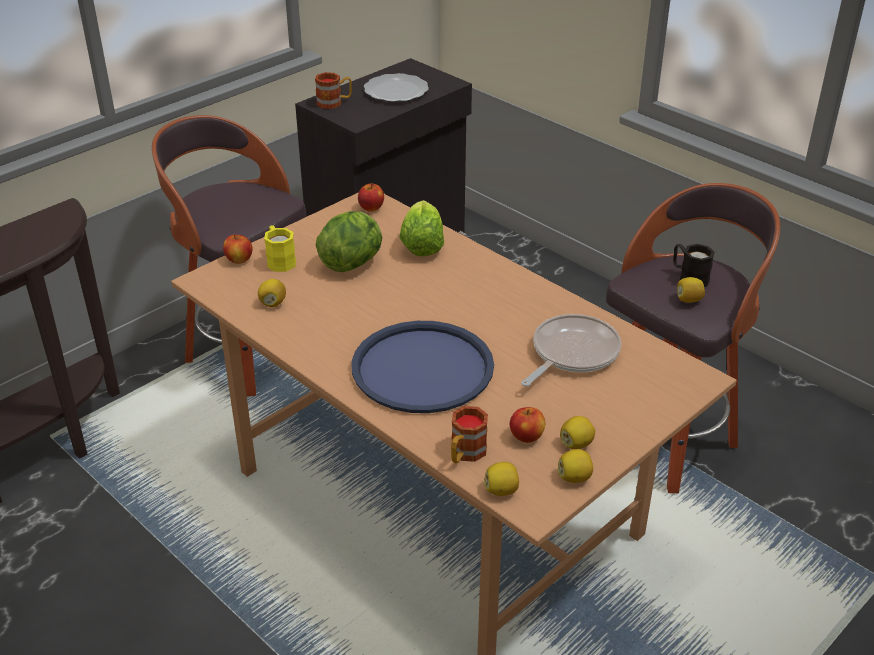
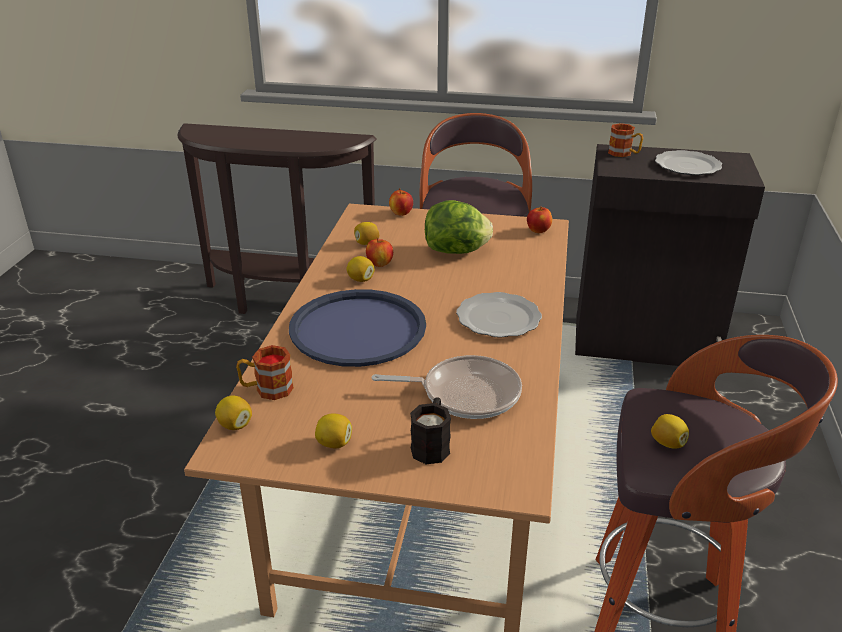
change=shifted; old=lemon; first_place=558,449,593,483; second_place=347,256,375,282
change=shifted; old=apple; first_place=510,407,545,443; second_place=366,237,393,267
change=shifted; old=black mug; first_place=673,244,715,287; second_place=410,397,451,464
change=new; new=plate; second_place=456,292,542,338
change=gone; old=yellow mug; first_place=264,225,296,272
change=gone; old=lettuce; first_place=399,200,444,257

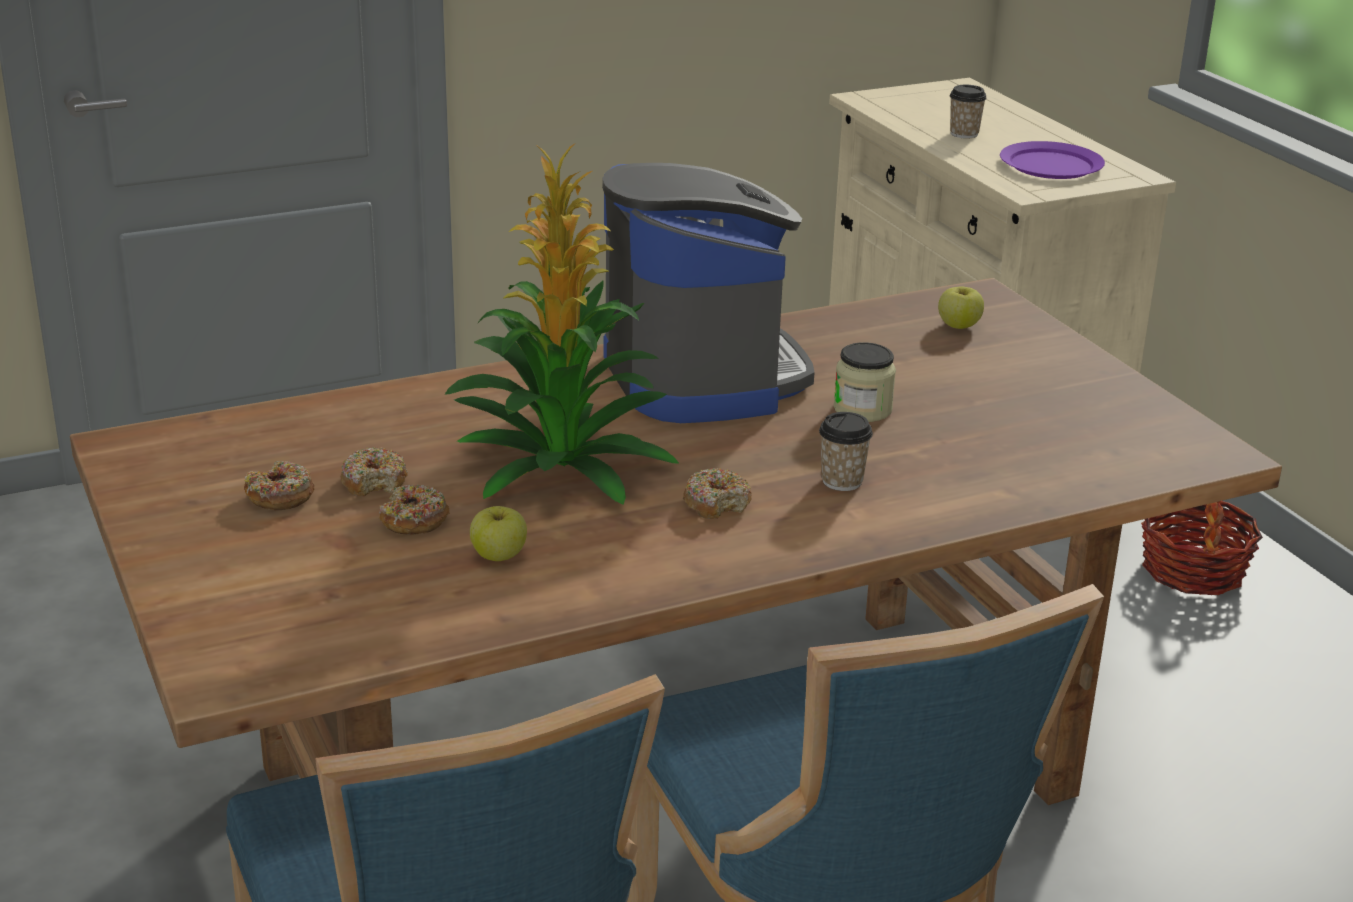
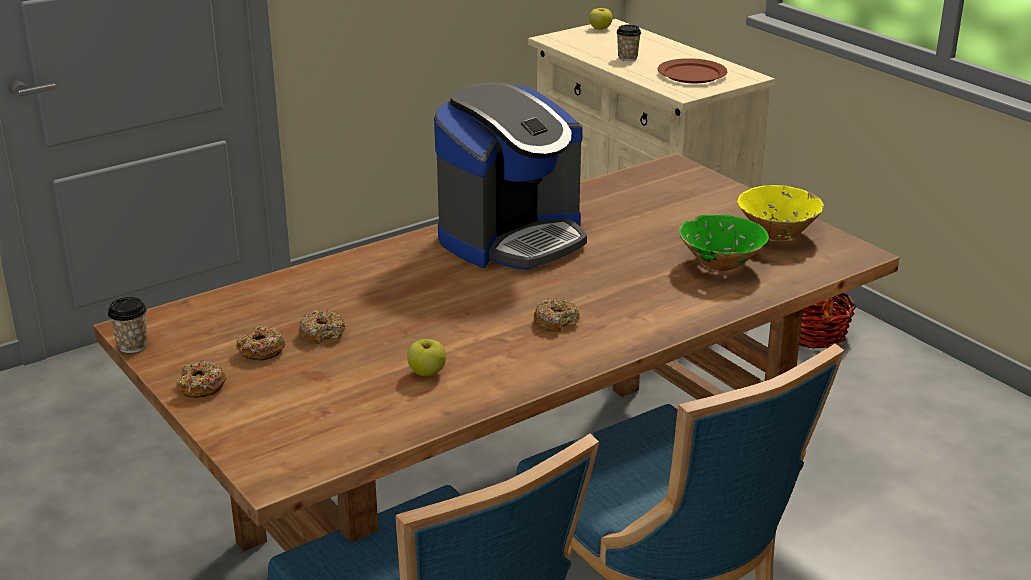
change=shifted; old=cup; first_place=819,412,873,491; second_place=108,297,147,353
change=shifted; old=donut; first_place=379,485,450,535; second_place=176,361,227,398
change=rotated; old=coffee machine; first_place=602,163,815,423; second_place=434,82,587,270; degrees=75
change=shifted; old=apple; first_place=938,286,984,329; second_place=589,8,613,30
change=repainted; old=purple plate; new=brown plate; first_place=1000,141,1105,179; second_place=658,58,727,83
change=new; new=green bowl; second_place=679,214,769,271
change=new; new=yellow bowl; second_place=738,185,824,241
change=gone; old=potted plant; first_place=445,144,680,505
change=gone; old=jar; first_place=834,342,896,422

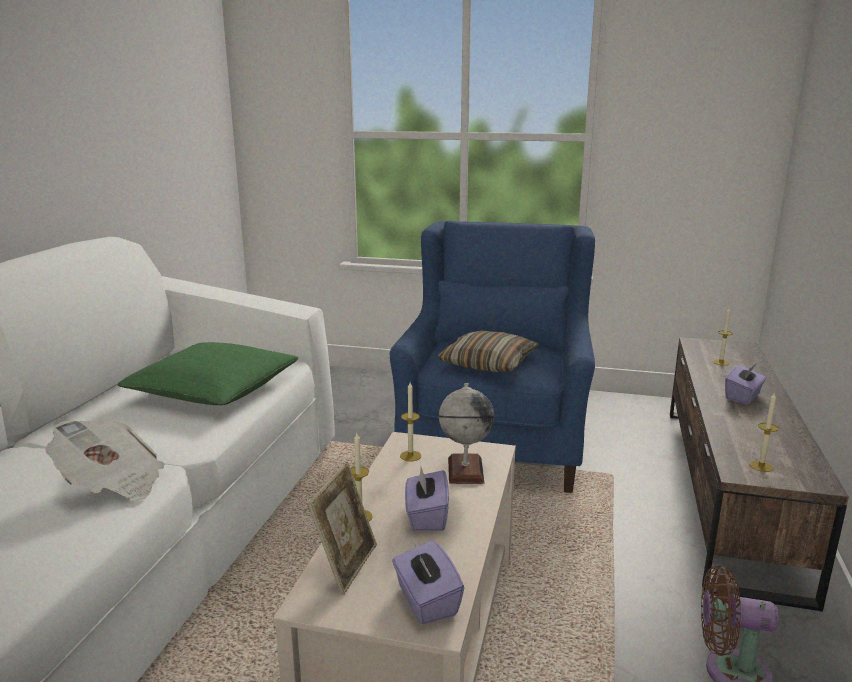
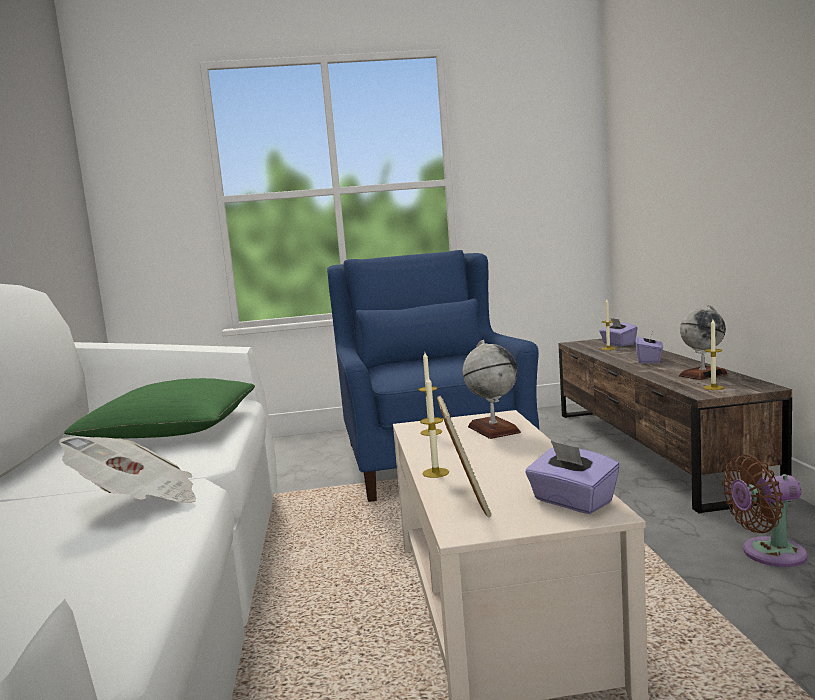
change=shifted; old=purple tissue box; first_place=405,467,449,531; second_place=599,318,638,346
change=new; new=globe; second_place=679,305,728,380
change=gone; old=pillow; first_place=438,331,539,372

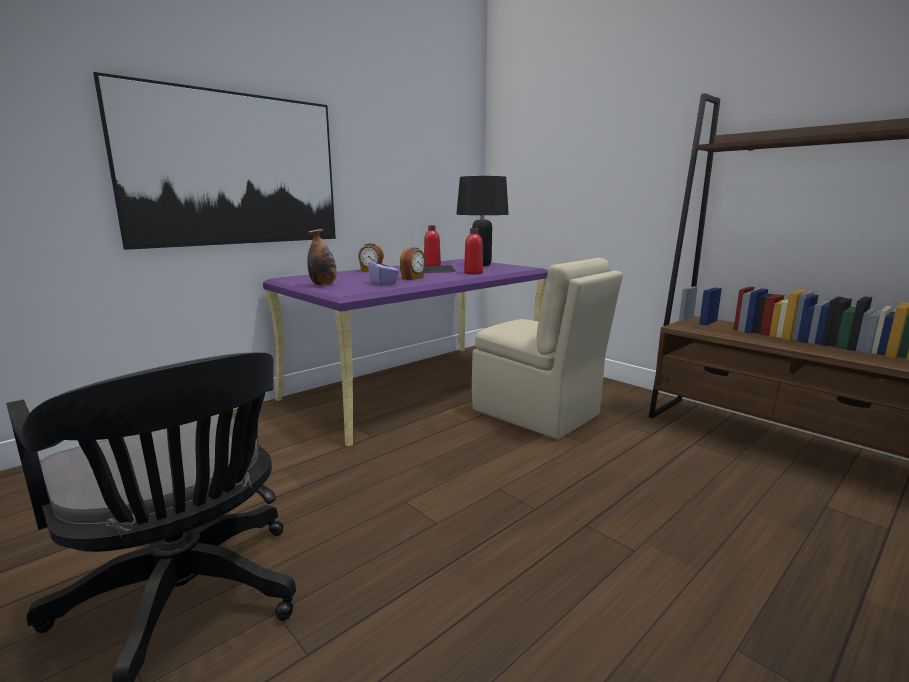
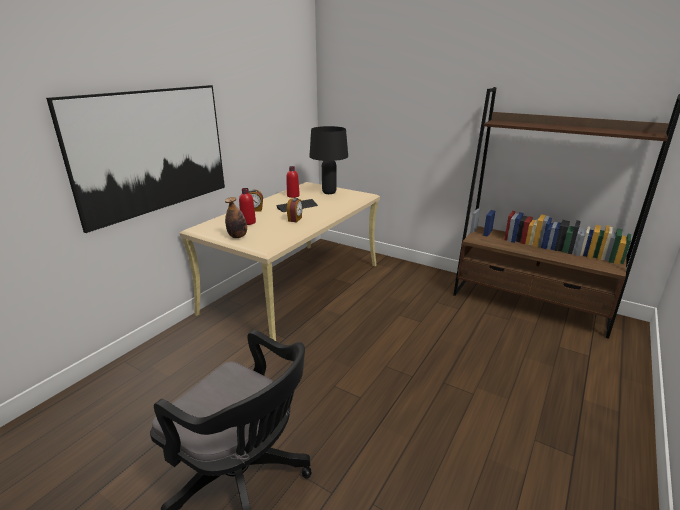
change=repainted; old=purple desk; new=beige desk; first_place=263,259,548,447; second_place=180,182,380,341
change=shifted; old=red bottle; first_place=464,228,483,274; second_place=239,188,256,225
change=gone; old=purple tissue box; first_place=368,256,399,285
change=gone; old=beige chair; first_place=472,258,623,439

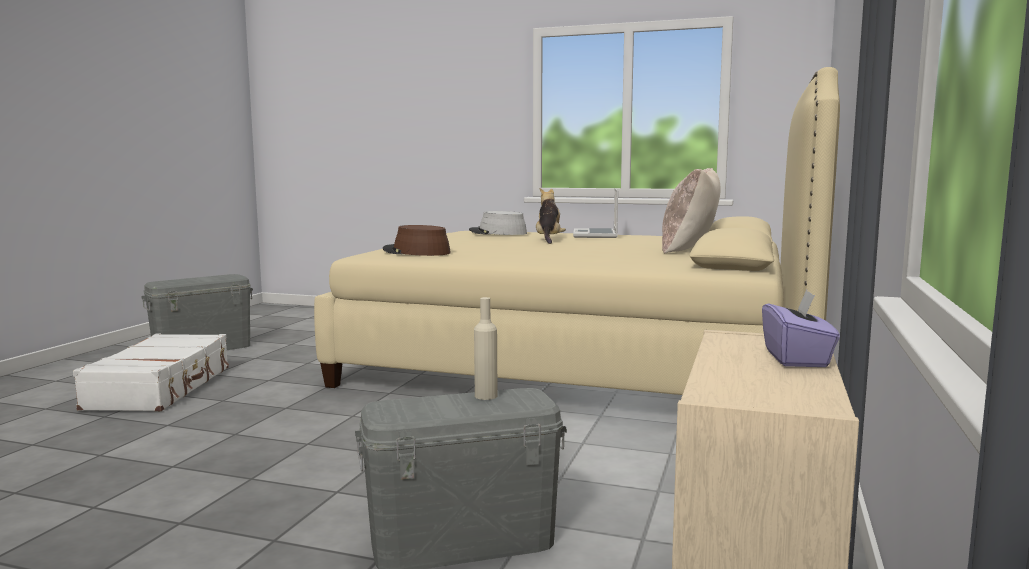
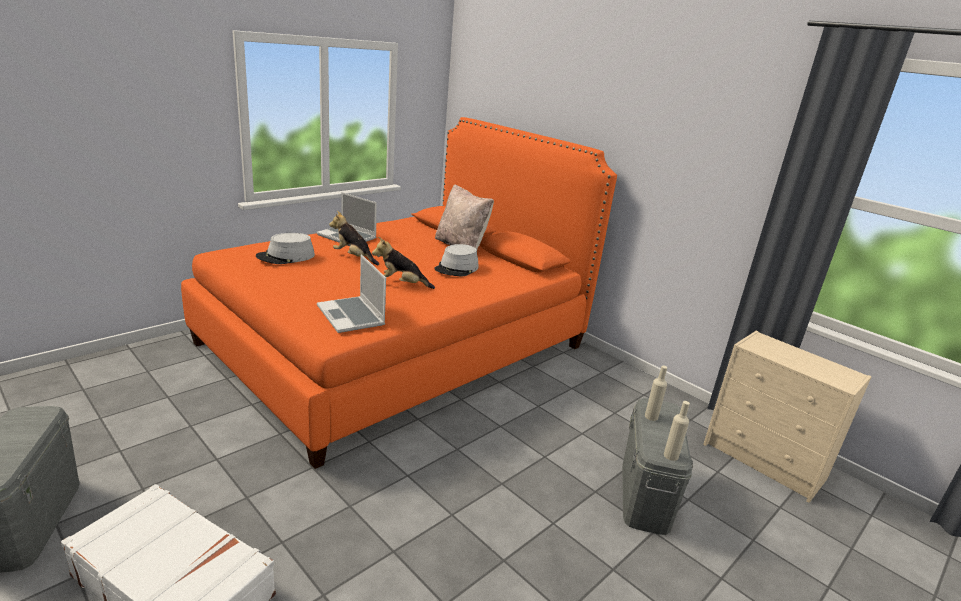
change=repainted; old=beige bed; new=orange bed; first_place=314,67,840,395; second_place=181,117,617,469
change=swapped; old=brown hat; new=laptop; first_place=383,225,451,256; second_place=317,255,386,333
change=new; new=plush toy; second_place=372,237,435,289
change=new; new=grey hat; second_place=434,244,479,276
change=new; new=beige bottle; second_place=664,401,690,461
change=gone; old=purple tissue box; first_place=762,290,840,367

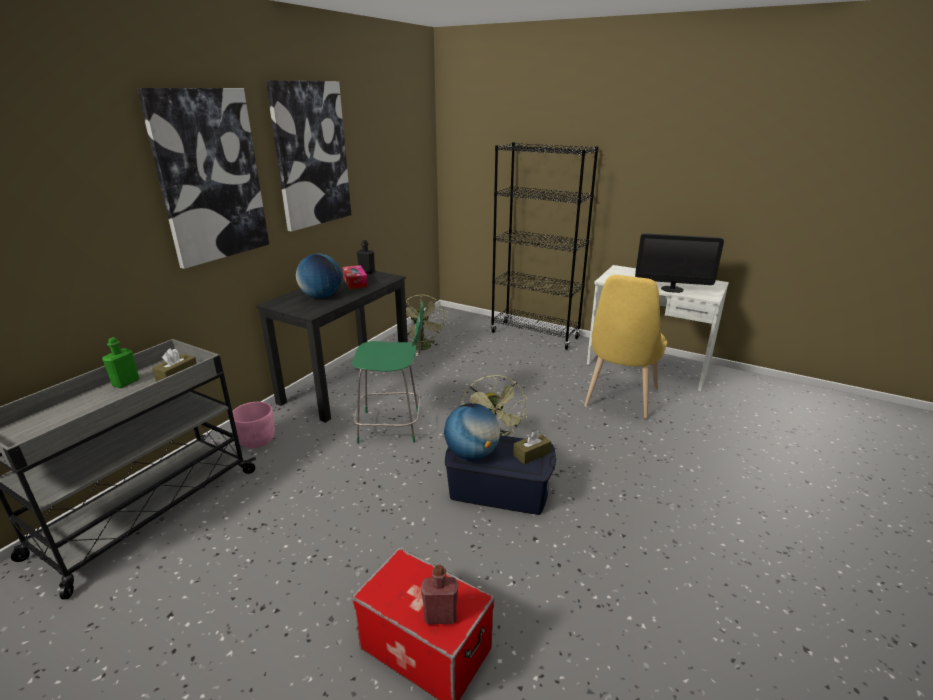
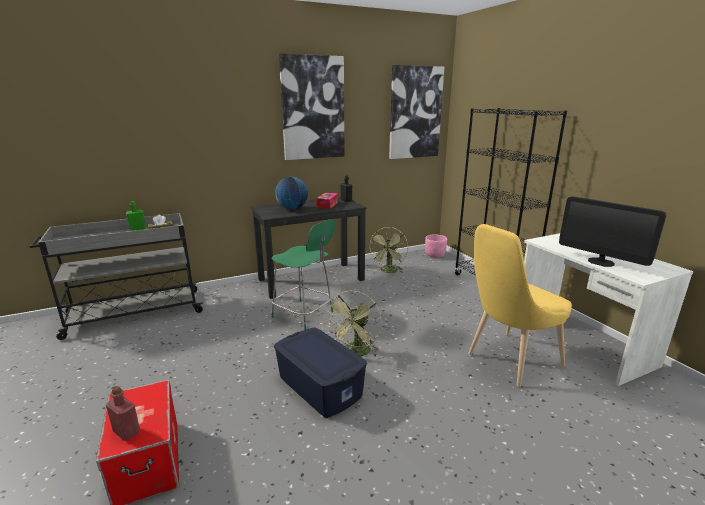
change=shifted; old=picture; first_place=137,88,269,269; second_place=389,65,444,159
change=shifted; old=pink planter; first_place=232,402,275,448; second_place=425,234,447,258
change=gone; old=globe; first_place=444,403,500,460
change=gone; old=brown tissue box; first_place=513,431,551,464

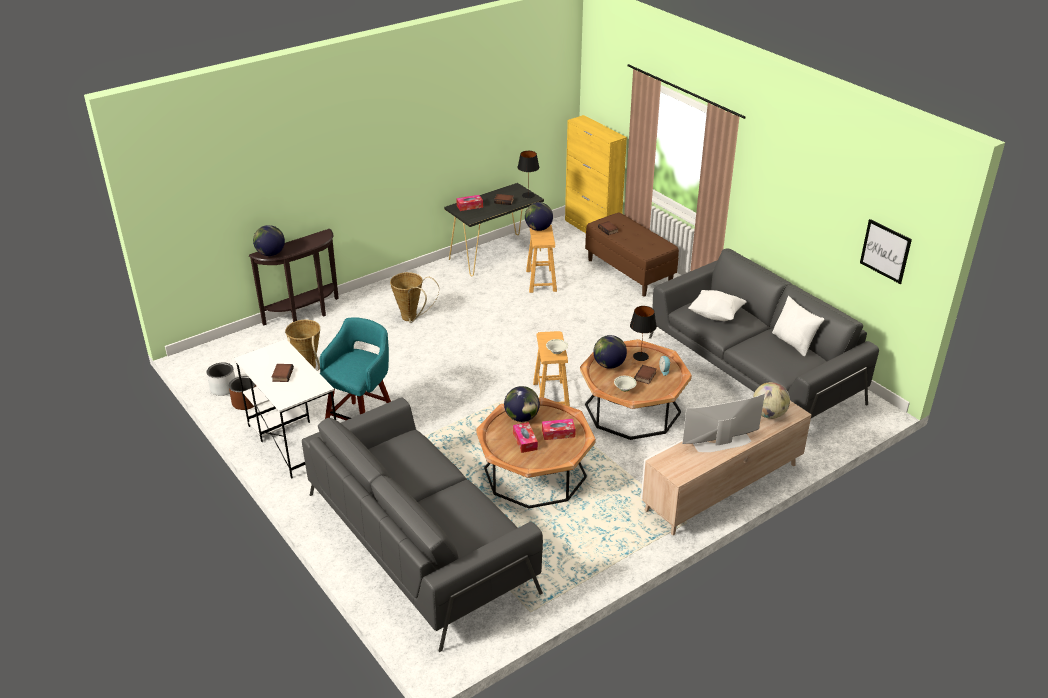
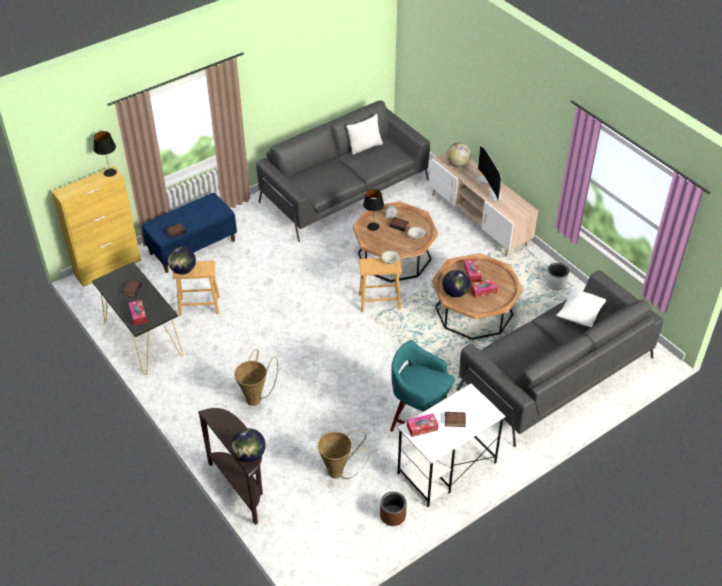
change=shifted; old=black table lamp; first_place=518,151,539,198; second_place=93,131,117,177
change=repainted; old=brown bench; new=blue bench; first_place=585,212,679,297; second_place=142,193,237,273
change=new; new=tissue box; second_place=407,413,438,437
change=shifted; old=grey planter; first_place=207,363,235,396; second_place=545,263,569,290
change=shifted; old=white pillow; first_place=689,290,747,321; second_place=556,288,606,327
change=gone; old=globe; first_place=593,335,627,369
change=gone; old=picture; first_place=860,219,912,284

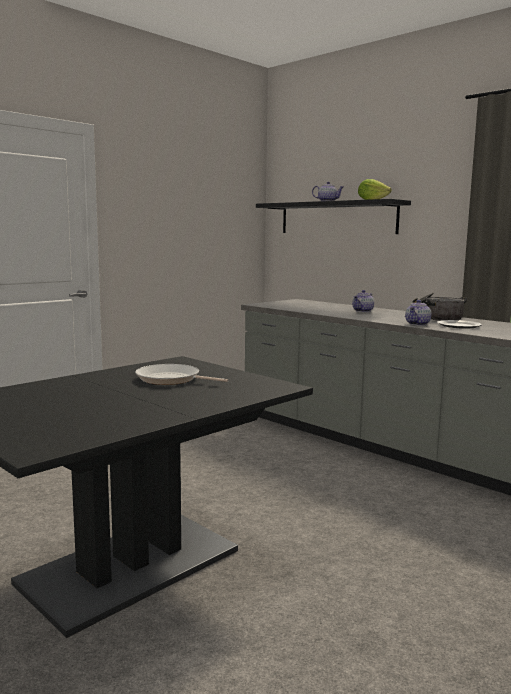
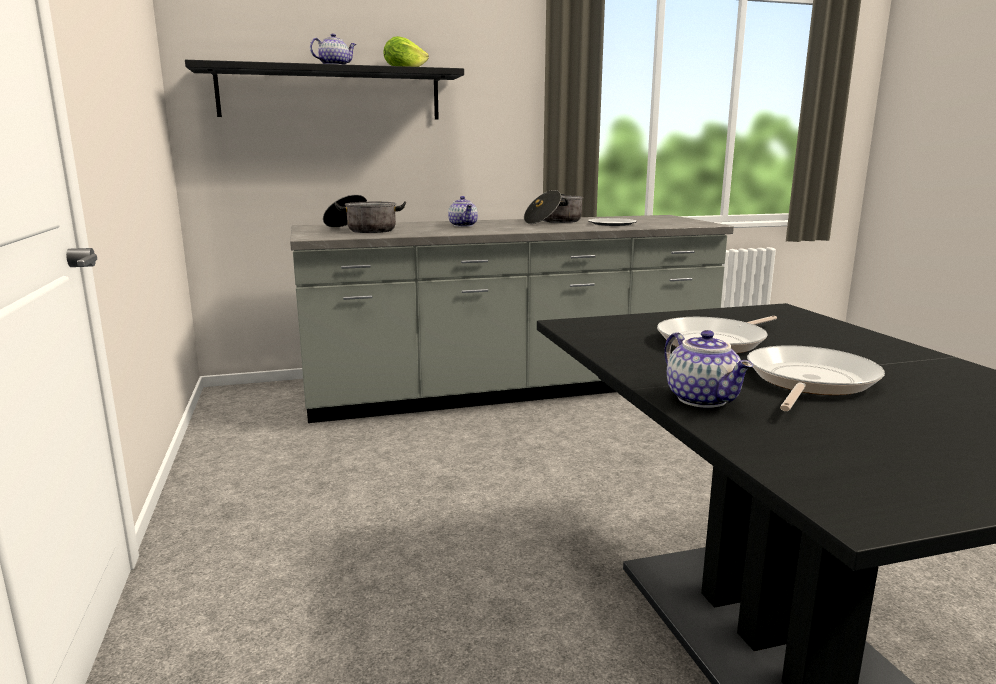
change=new; new=cooking pot; second_place=323,195,406,233
change=shifted; old=teapot; first_place=405,300,431,326; second_place=664,330,753,408
change=new; new=frying pan; second_place=747,345,885,411

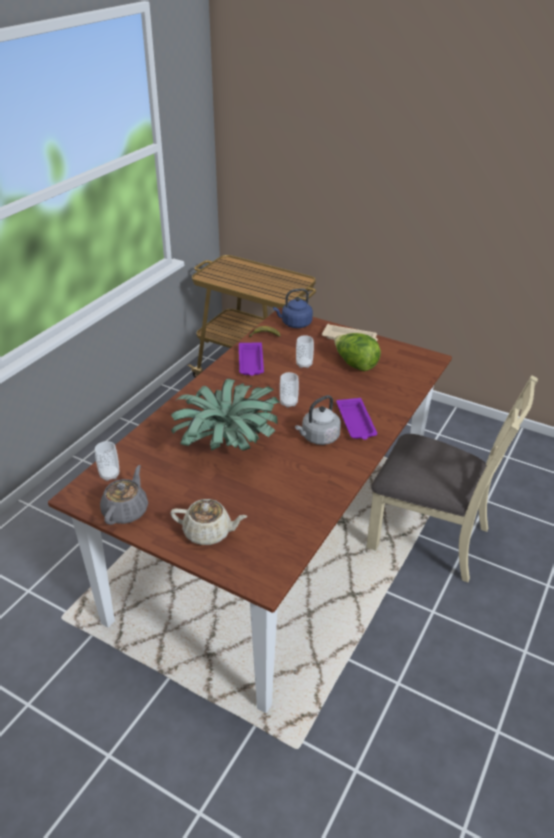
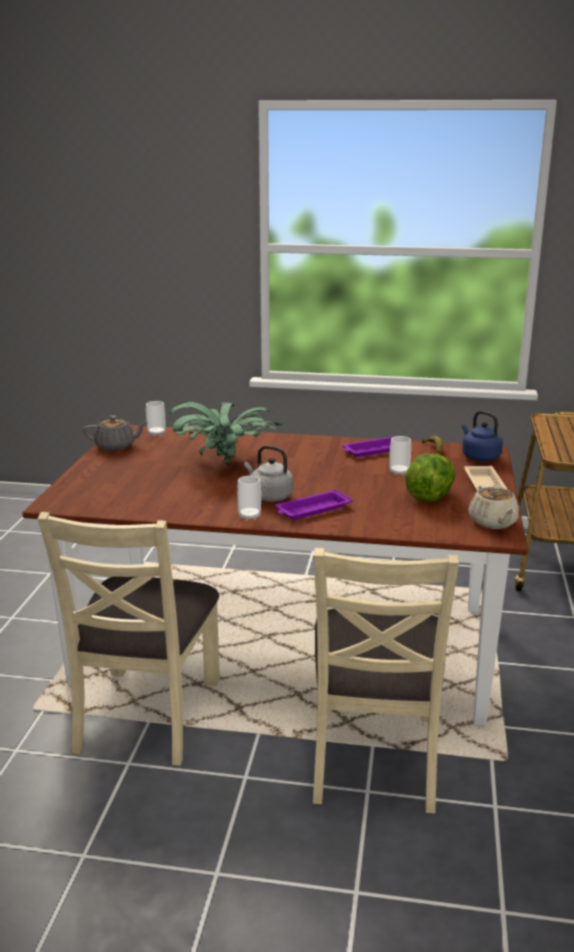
change=new; new=beige chair; second_place=37,512,220,766
change=shifted; old=cup; first_place=280,372,299,408; second_place=237,476,261,521
change=shifted; old=beige teapot; first_place=170,499,247,545; second_place=468,485,520,529

